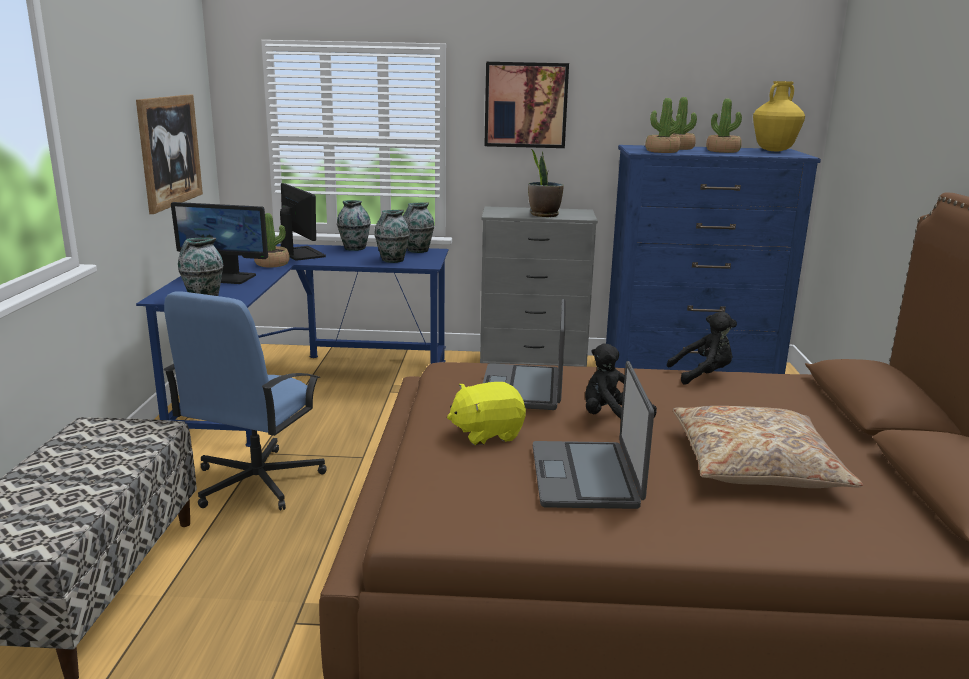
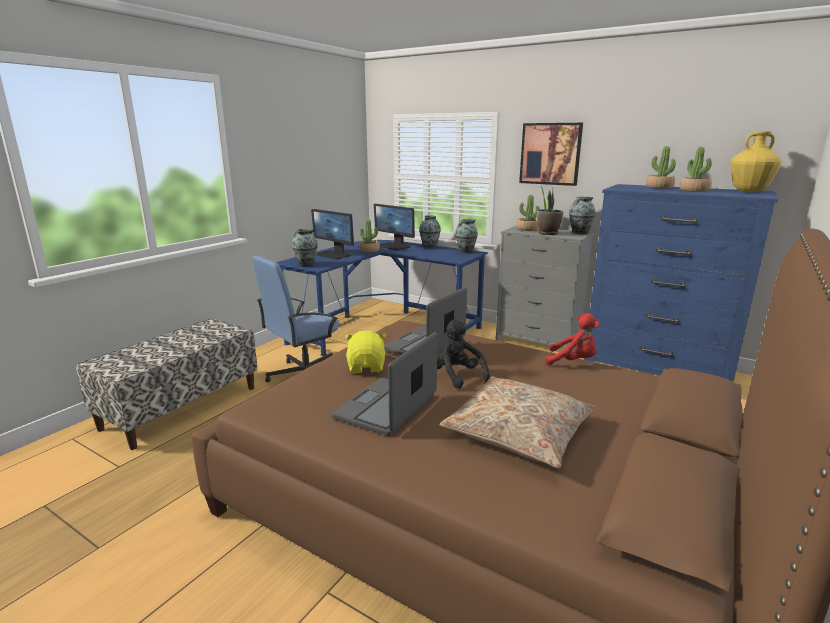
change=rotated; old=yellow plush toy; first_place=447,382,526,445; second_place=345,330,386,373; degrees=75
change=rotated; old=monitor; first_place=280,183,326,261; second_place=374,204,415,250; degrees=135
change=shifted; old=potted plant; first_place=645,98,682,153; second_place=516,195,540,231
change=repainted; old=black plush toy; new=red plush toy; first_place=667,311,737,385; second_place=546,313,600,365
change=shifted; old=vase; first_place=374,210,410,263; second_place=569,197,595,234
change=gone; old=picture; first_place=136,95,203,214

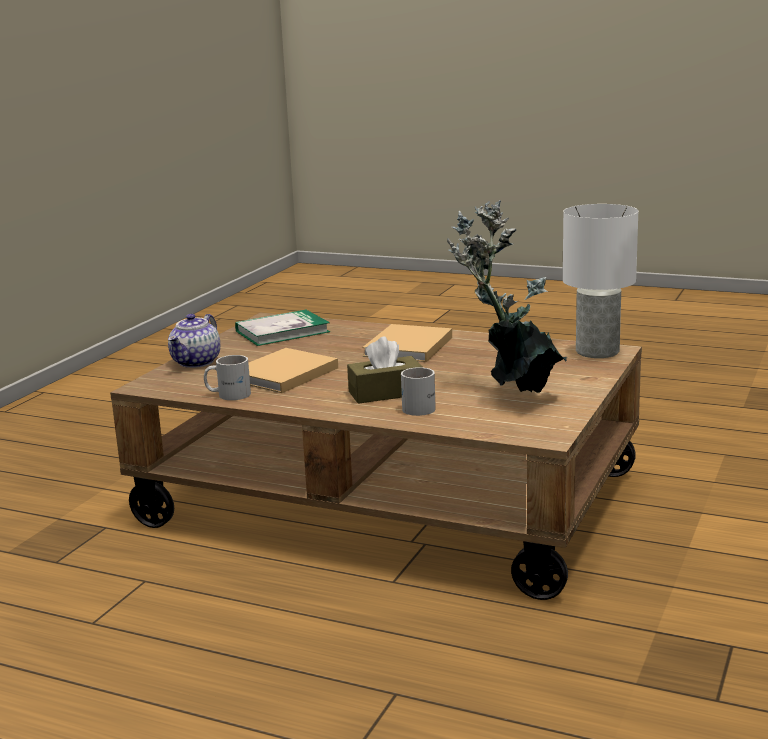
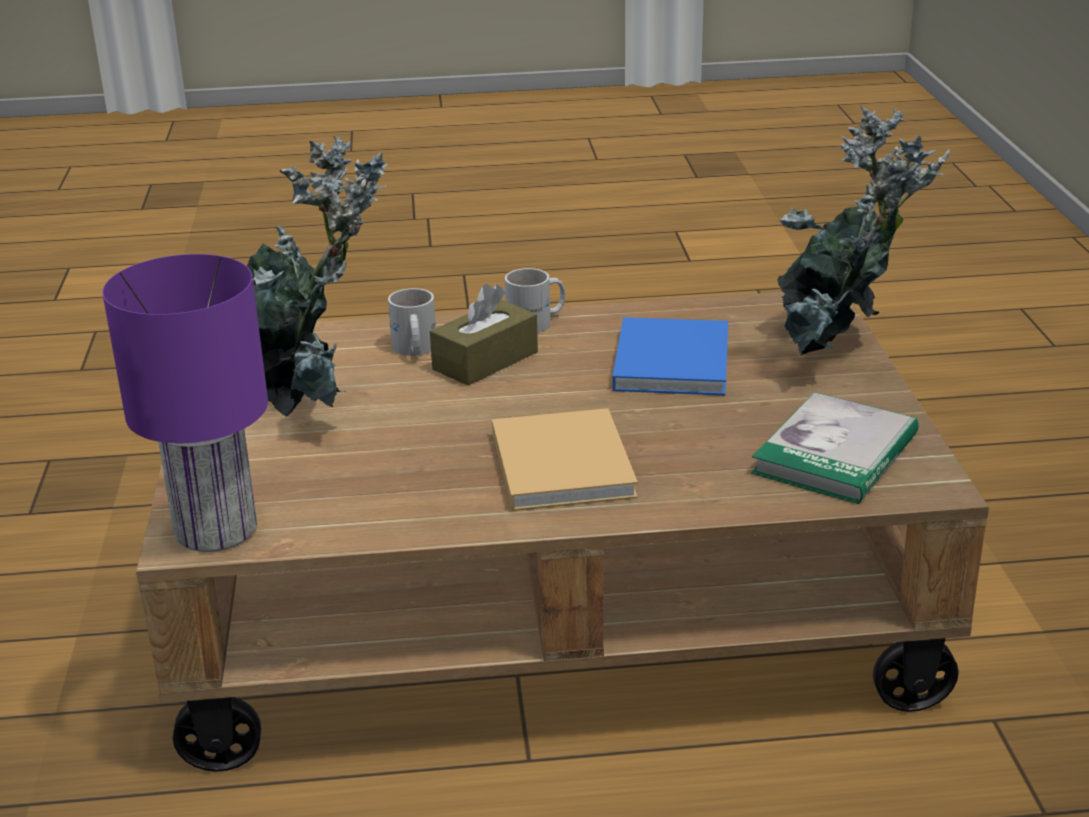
change=repainted; old=white table lamp; new=purple table lamp; first_place=563,204,638,358; second_place=102,254,268,552
change=shifted; old=white mug; first_place=204,355,251,400; second_place=505,268,565,333
change=repainted; old=beige book; new=blue book; first_place=248,348,338,393; second_place=612,317,728,395
change=swapped; old=teapot; new=potted plant; first_place=168,314,220,368; second_place=777,105,950,355

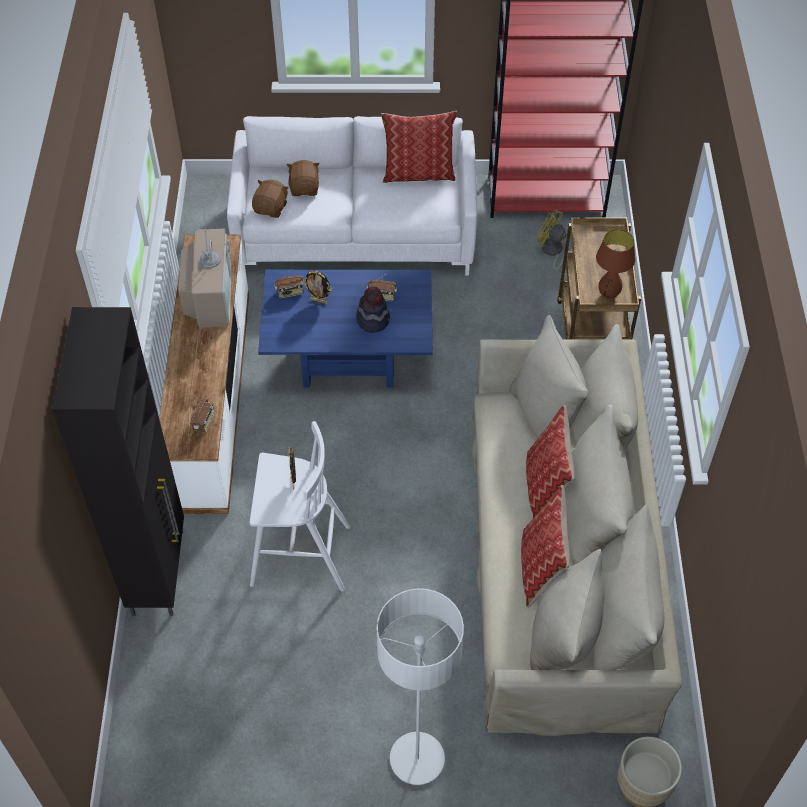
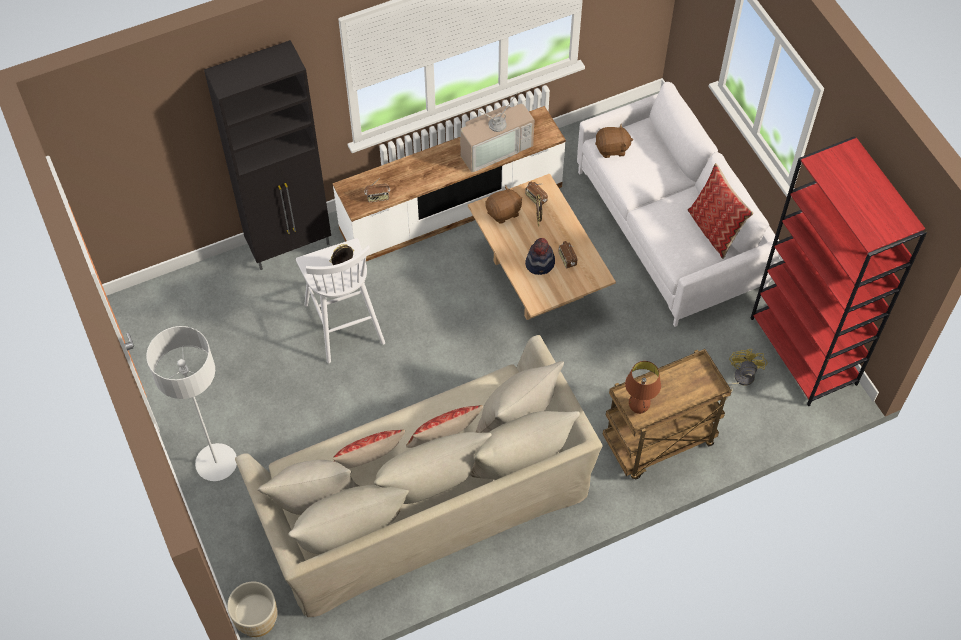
change=repainted; old=blue coffee table; new=beige coffee table; first_place=258,270,432,388; second_place=468,174,616,320
change=shifted; old=brown plush toy; first_place=286,160,320,196; second_place=486,186,522,224

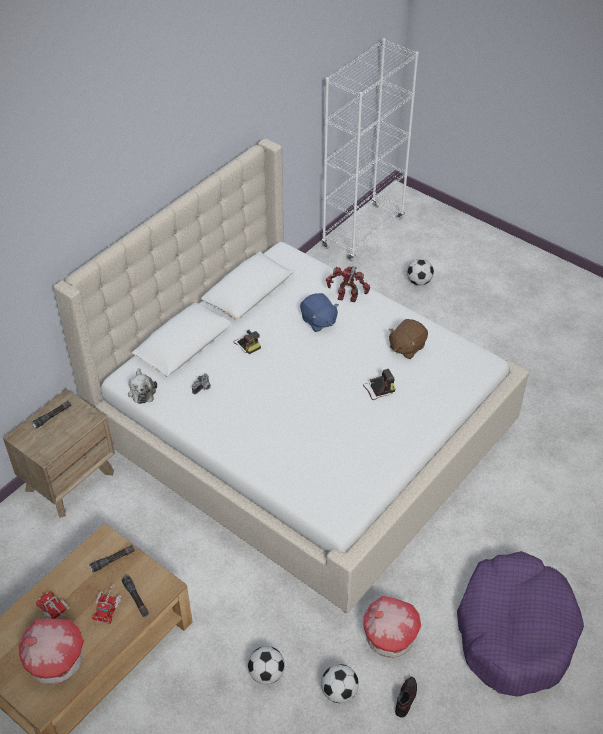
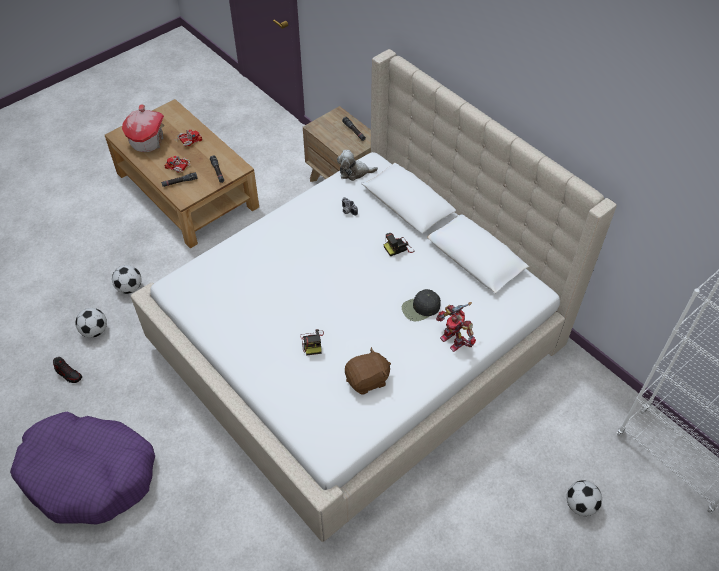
change=rotated; old=brown plush toy; first_place=389,319,428,359; second_place=345,347,391,395; degrees=105
change=swapped; old=blue plush toy; new=black cap; first_place=300,293,339,332; second_place=402,289,441,321
change=rotated; old=toy robot; first_place=326,266,370,302; second_place=436,302,476,352; degrees=120
change=gone; old=toy house; first_place=363,596,421,658

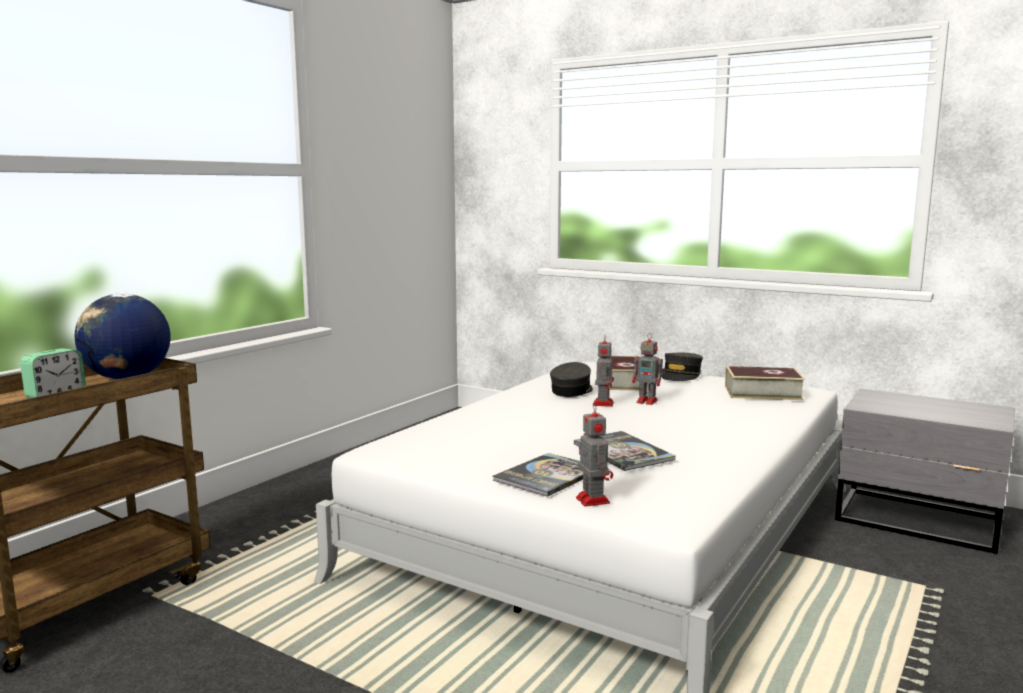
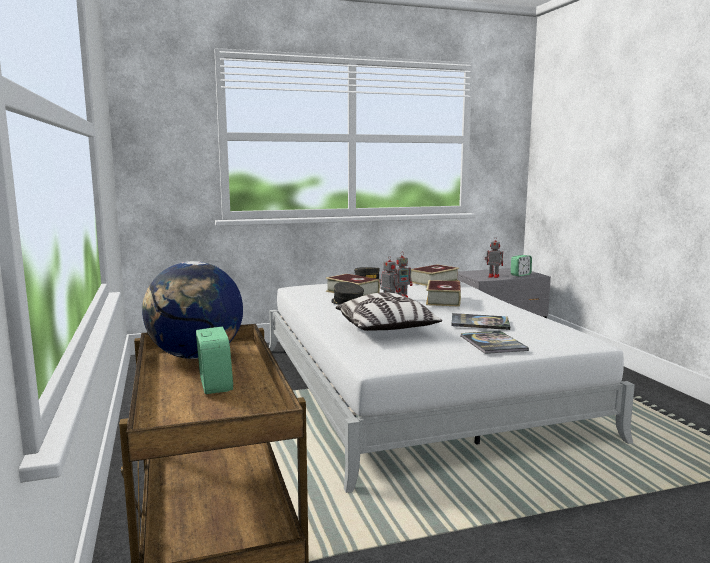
change=new; new=pillow; second_place=336,292,442,331
change=new; new=book; second_place=426,280,461,307
change=shifted; old=toy robot; first_place=576,404,613,507; second_place=485,238,503,278
change=new; new=alarm clock; second_place=511,255,532,276

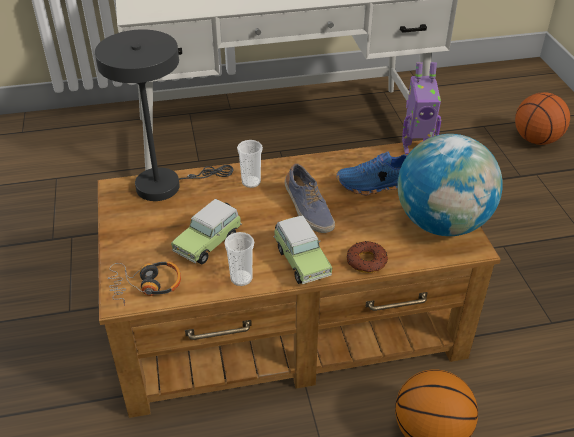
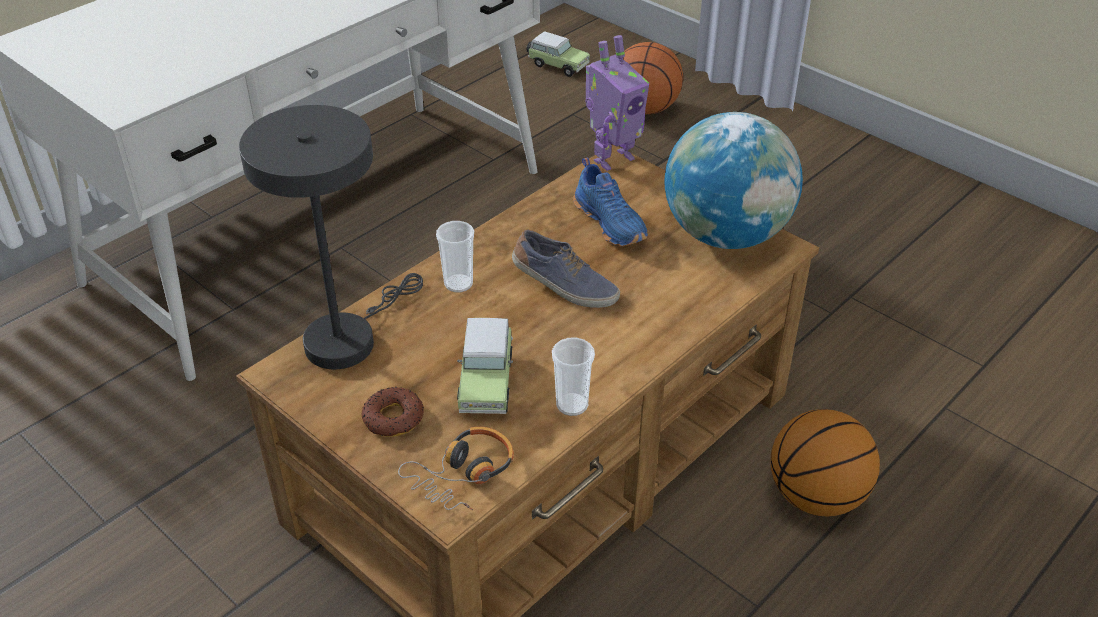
change=shifted; old=donut; first_place=347,241,388,273; second_place=362,387,424,437
change=shifted; old=toy car; first_place=273,215,332,284; second_place=526,32,590,77
change=rotated; old=blue shoe; first_place=336,152,407,195; second_place=573,158,648,247; degrees=-75

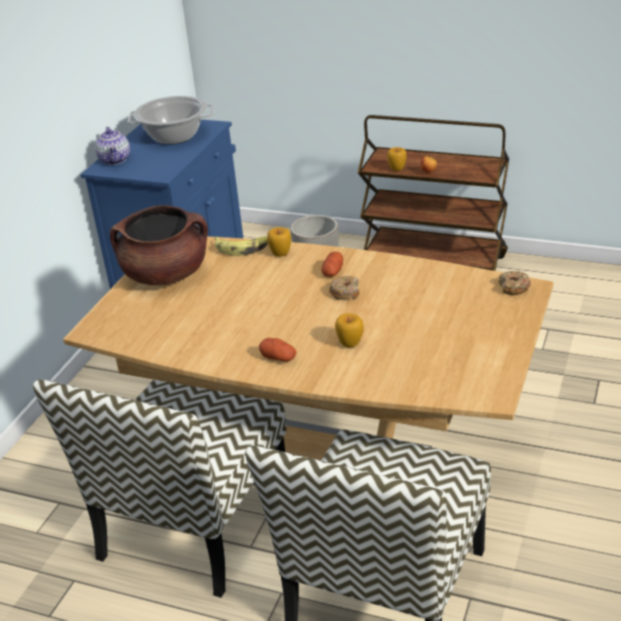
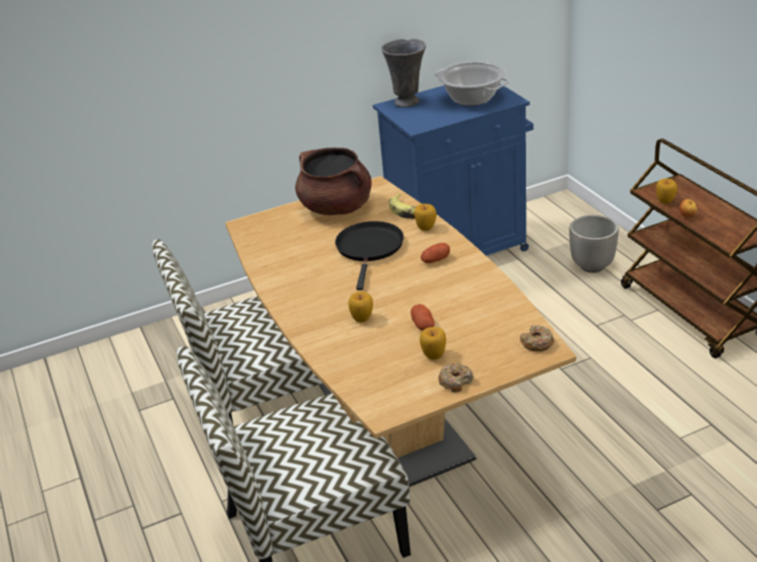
change=new; new=black frying pan; second_place=335,221,404,290
change=swapped; old=teapot; new=grey vase; first_place=95,127,130,165; second_place=381,39,426,107
change=shifted; old=potato; first_place=259,338,296,361; second_place=411,304,435,331
change=new; new=apple; second_place=420,327,446,360
change=shifted; old=donut; first_place=329,276,359,300; second_place=438,363,474,392

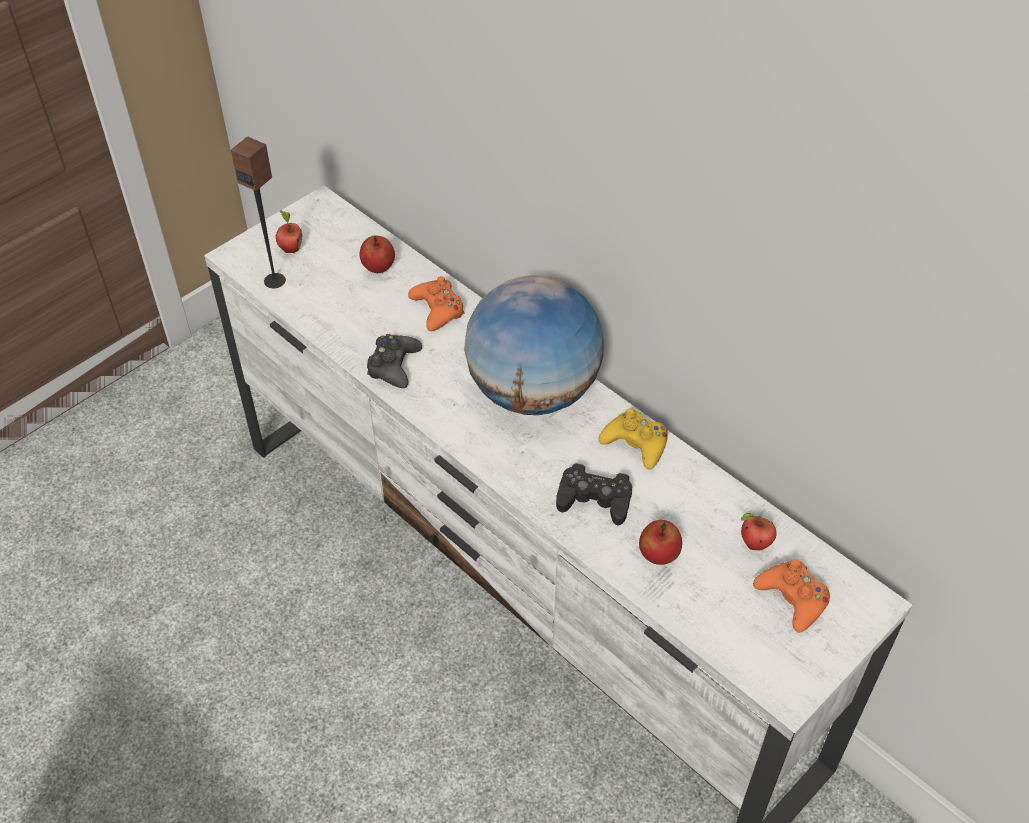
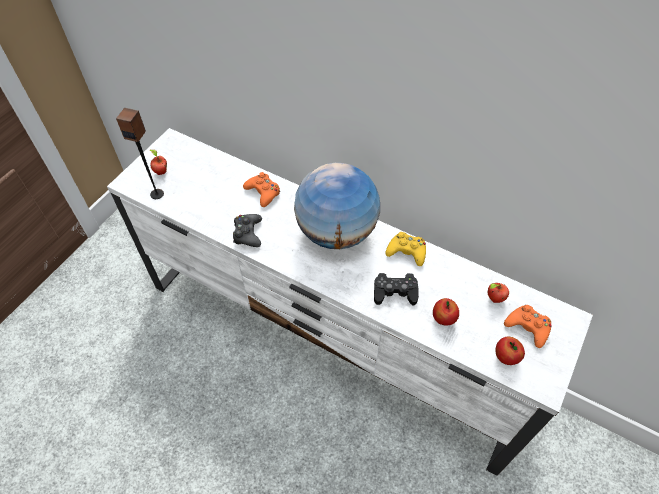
change=shifted; old=apple; first_place=360,235,395,273; second_place=495,337,525,365

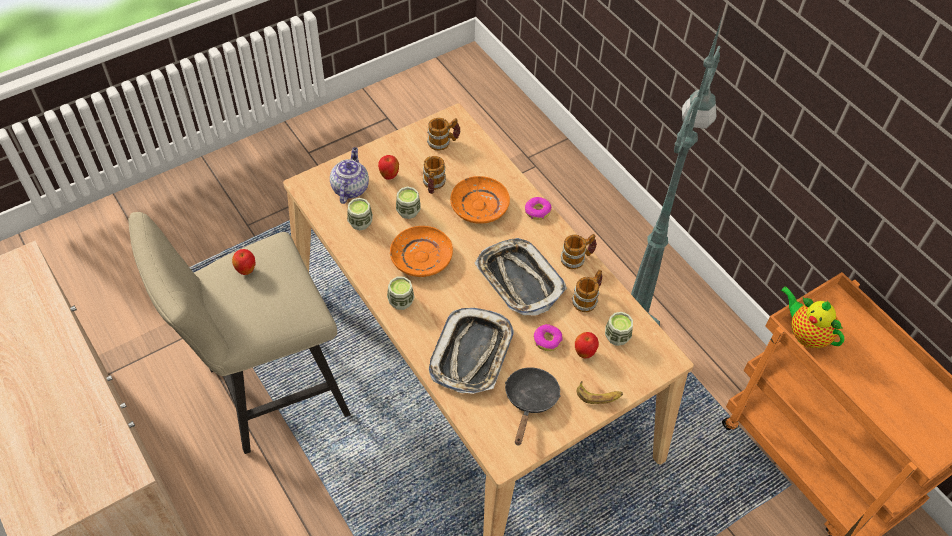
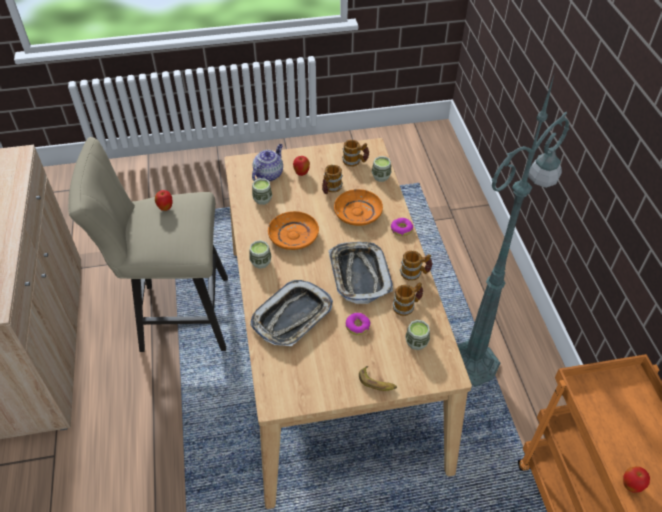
change=shifted; old=cup; first_place=396,186,421,219; second_place=372,156,391,182
change=shifted; old=apple; first_place=575,332,599,358; second_place=623,466,650,493
change=gone; old=black frying pan; first_place=505,367,561,445
change=gone; old=teapot; first_place=781,286,844,348

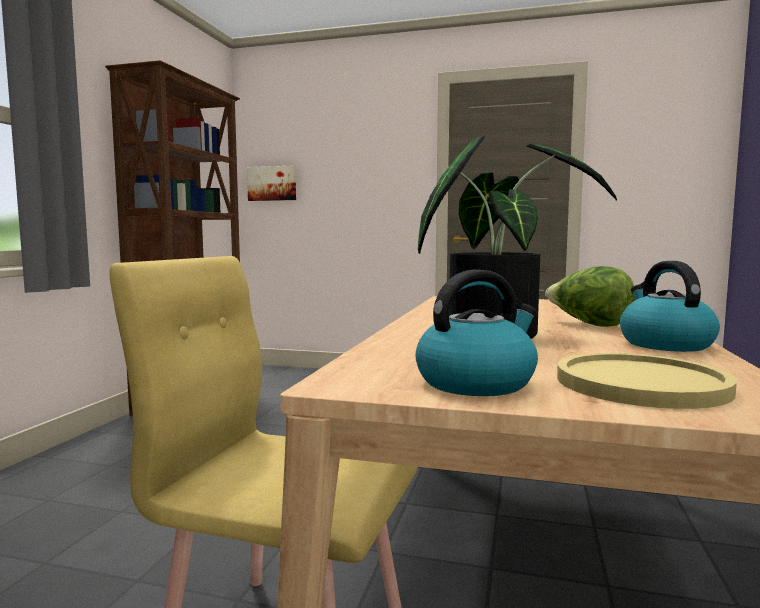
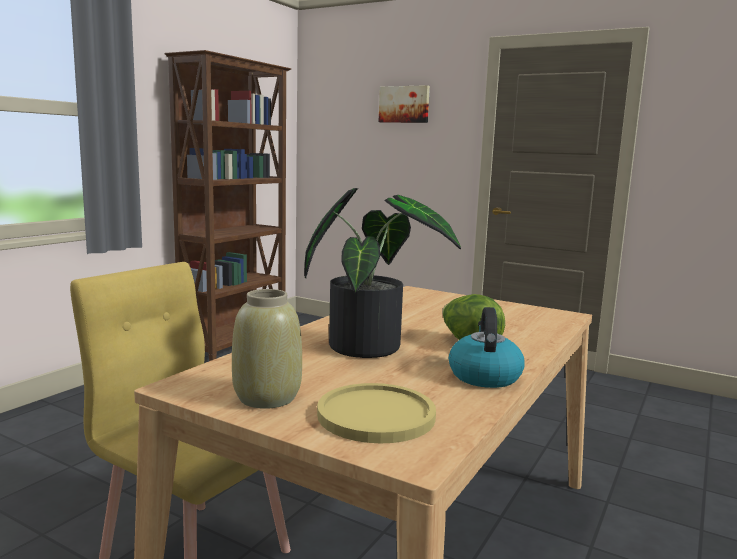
change=swapped; old=kettle; new=beige vase; first_place=415,270,538,396; second_place=232,289,302,409
change=shifted; old=picture; first_place=247,165,296,201; second_place=379,85,430,123

